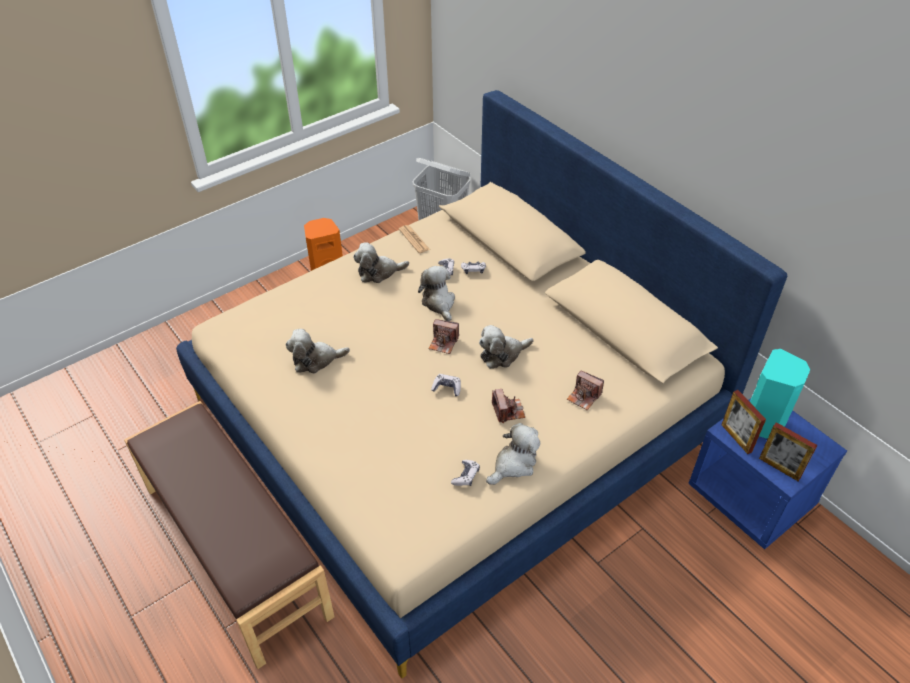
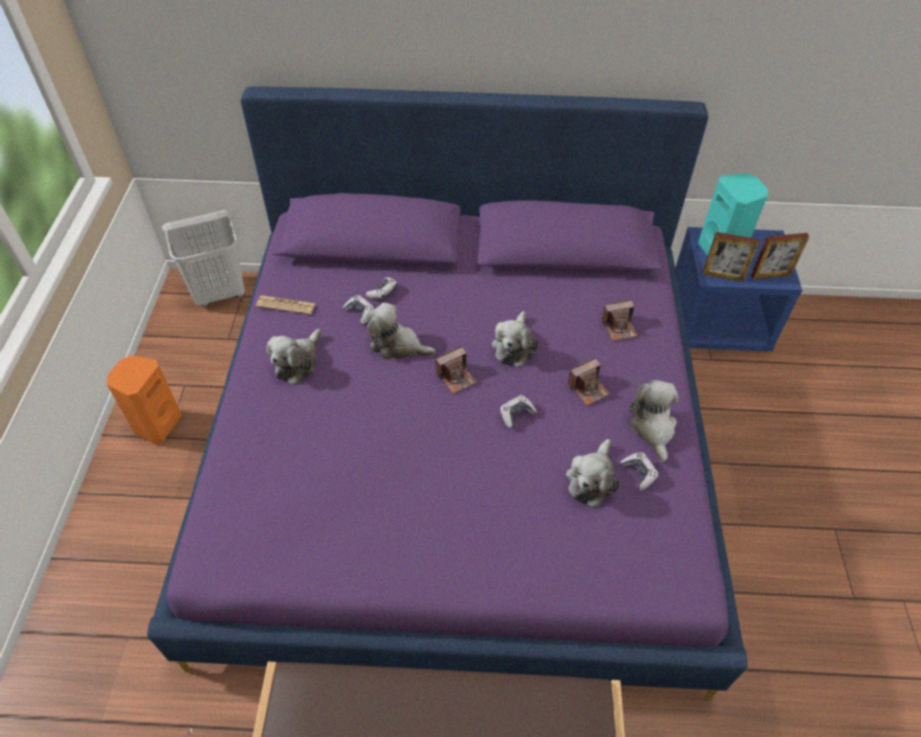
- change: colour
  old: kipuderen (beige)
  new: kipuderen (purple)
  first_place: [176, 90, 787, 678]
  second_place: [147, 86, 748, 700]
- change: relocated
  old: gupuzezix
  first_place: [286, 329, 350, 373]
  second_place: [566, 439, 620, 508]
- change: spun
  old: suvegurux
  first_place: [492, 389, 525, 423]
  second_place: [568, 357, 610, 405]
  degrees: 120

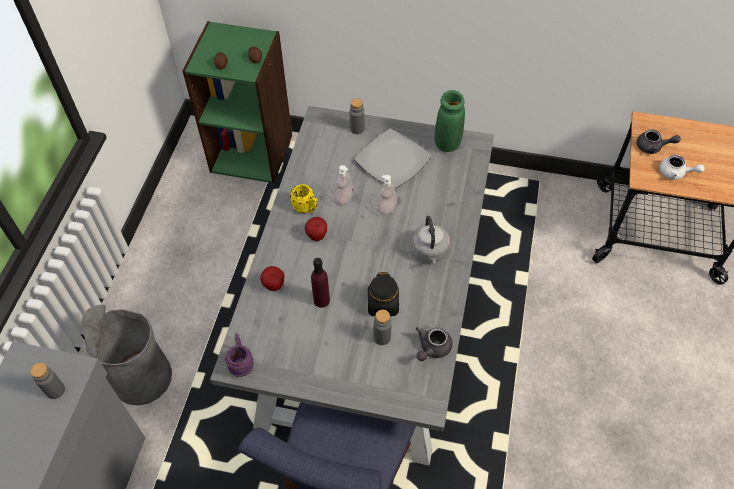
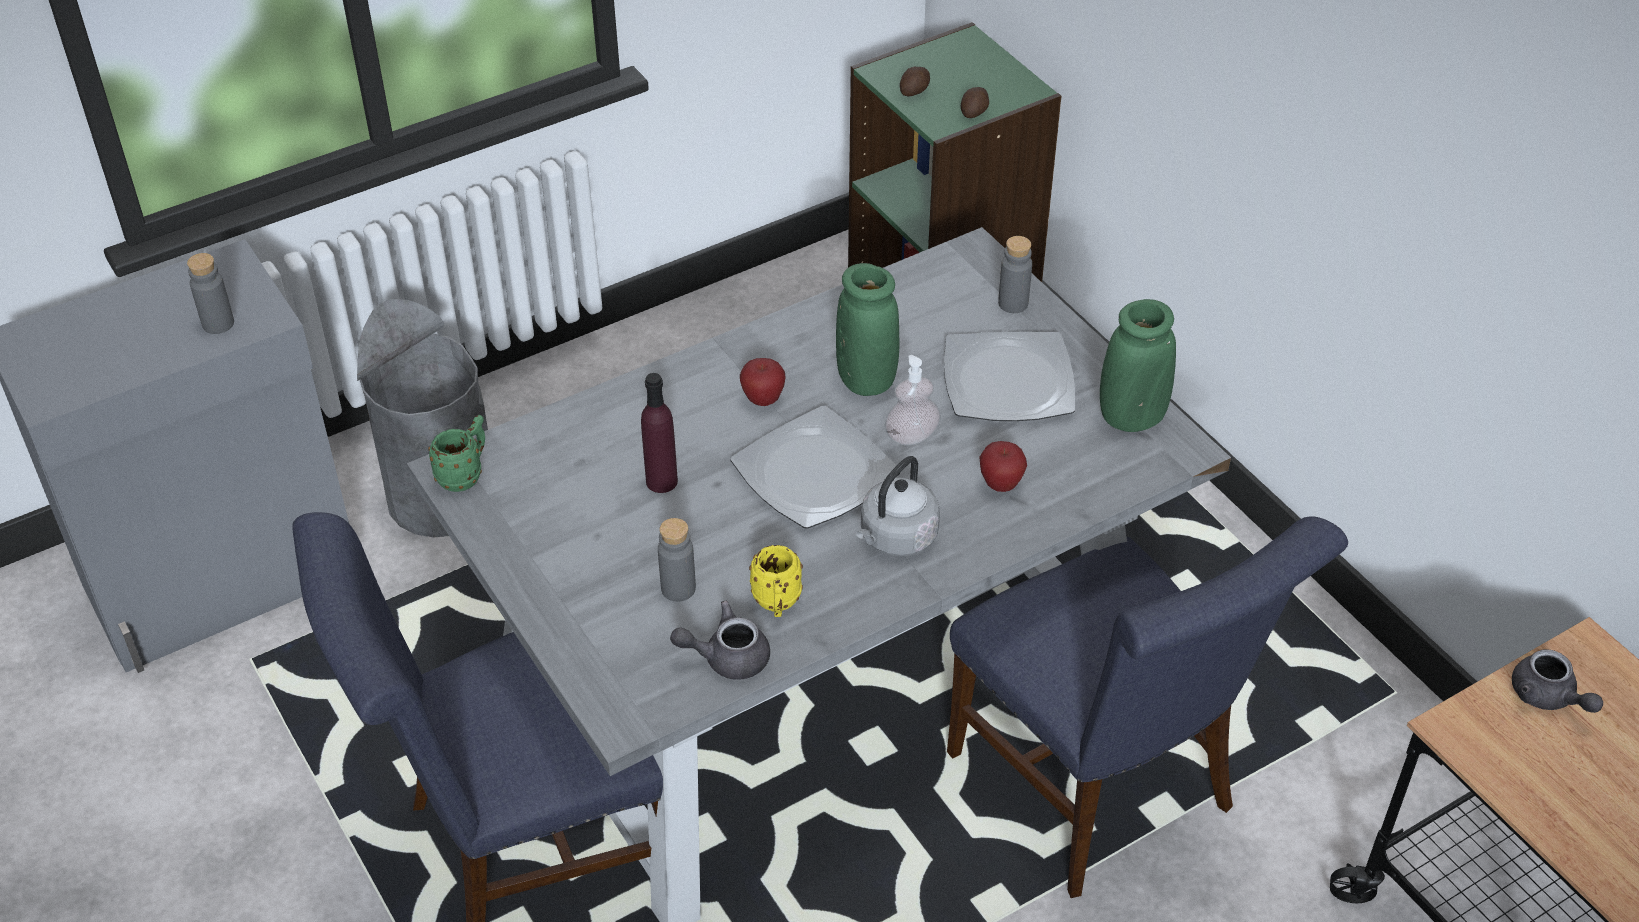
- change: colour
  old: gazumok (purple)
  new: gazumok (green)
  first_place: [225, 333, 254, 377]
  second_place: [428, 415, 485, 492]
- change: appeared
  new: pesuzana
  second_place: [731, 406, 900, 529]
- change: relocated
  old: gazumok (yellow)
  first_place: [290, 184, 317, 213]
  second_place: [749, 545, 803, 617]
- change: exchanged
  old: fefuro
  new: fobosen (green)
  first_place: [333, 165, 354, 206]
  second_place: [836, 263, 899, 396]
- change: appeared
  new: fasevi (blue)
  second_place: [947, 516, 1348, 898]
- change: relocated
  old: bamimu
  first_place: [260, 266, 285, 291]
  second_place: [979, 441, 1027, 492]
- change: missing
  old: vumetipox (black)
  first_place: [368, 272, 399, 316]
- change: missing
  old: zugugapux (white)
  first_place: [659, 155, 705, 180]

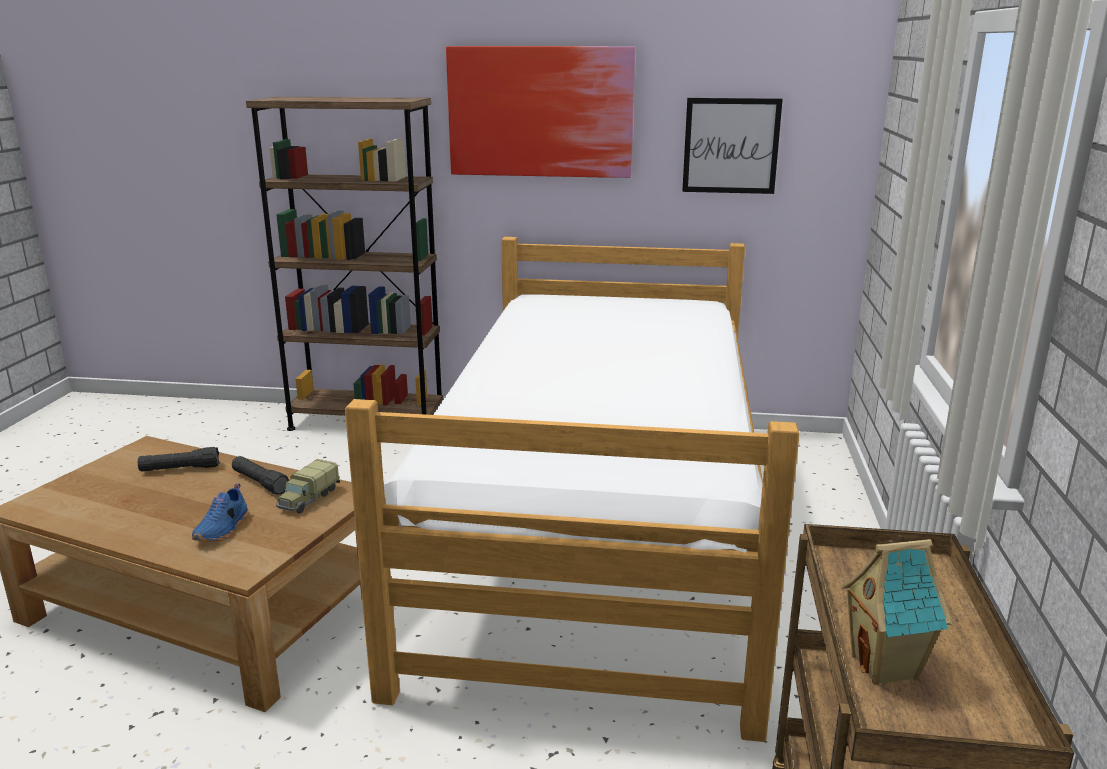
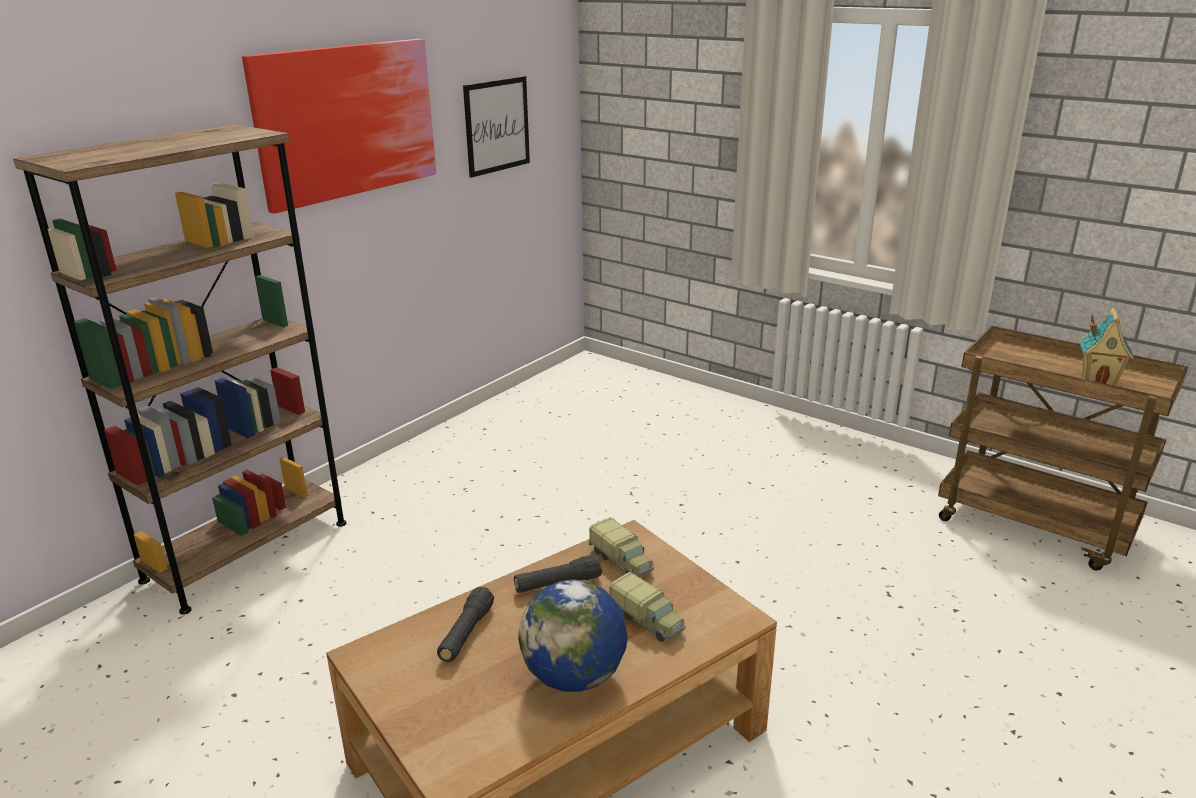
- change: appeared
  new: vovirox
  second_place: [518, 579, 628, 692]
- change: exchanged
  old: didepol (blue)
  new: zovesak
  first_place: [192, 483, 248, 542]
  second_place: [609, 572, 686, 642]
- change: missing
  old: kipuderen
  first_place: [345, 237, 800, 742]

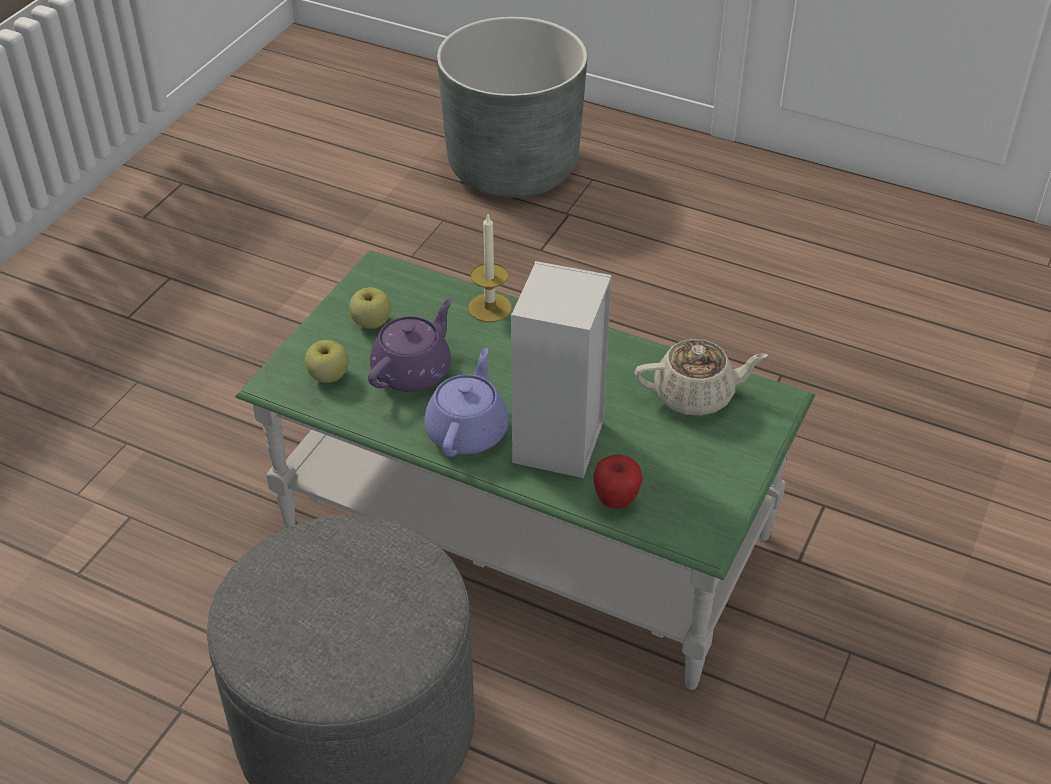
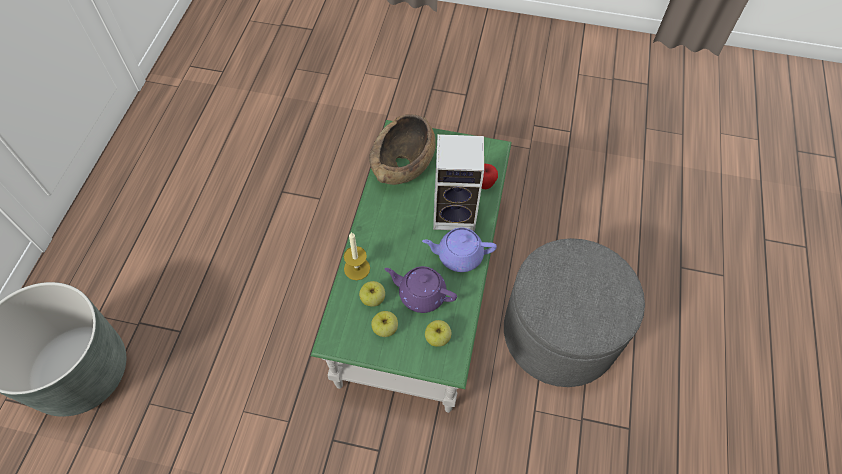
- change: appeared
  new: bamimu
  second_place: [359, 281, 385, 307]
- change: exchanged
  old: zugugapux (beige)
  new: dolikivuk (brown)
  first_place: [634, 339, 768, 416]
  second_place: [369, 114, 436, 185]

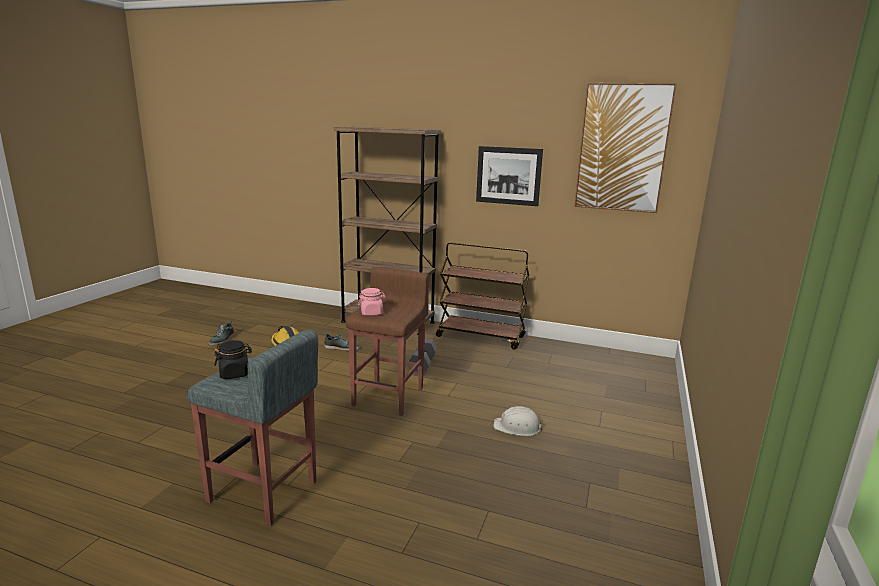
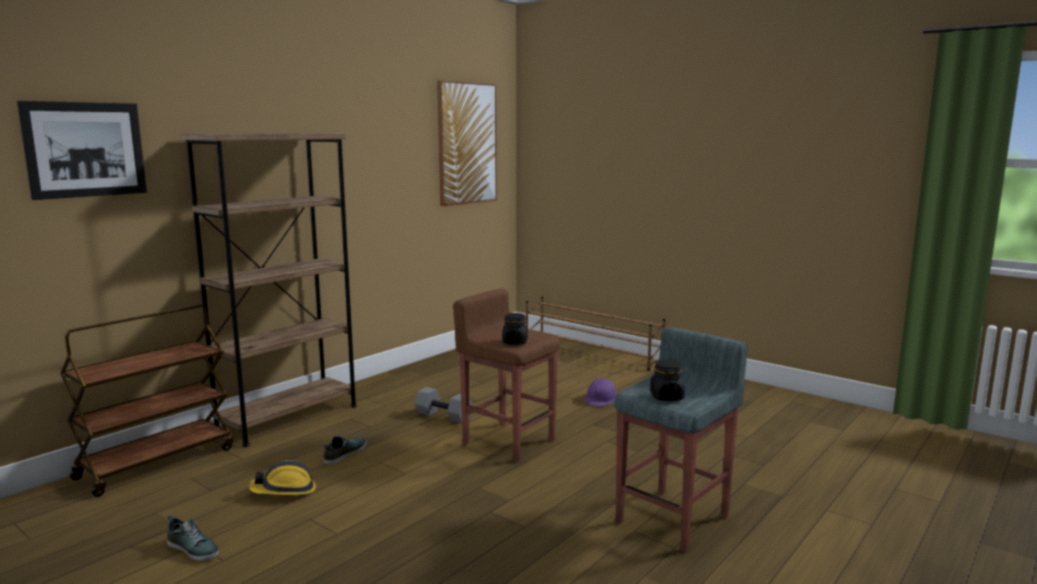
- change: relocated
  old: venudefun
  first_place: [476, 146, 543, 206]
  second_place: [17, 101, 147, 200]
- change: relocated
  old: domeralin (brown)
  first_place: [436, 242, 529, 349]
  second_place: [60, 305, 233, 497]
- change: colour
  old: vumetipox (pink)
  new: vumetipox (black)
  first_place: [358, 288, 385, 315]
  second_place: [502, 313, 528, 345]
- change: appeared
  new: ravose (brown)
  second_place: [526, 297, 666, 371]
- change: colour
  old: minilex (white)
  new: minilex (purple)
  first_place: [493, 406, 544, 436]
  second_place: [584, 378, 617, 406]

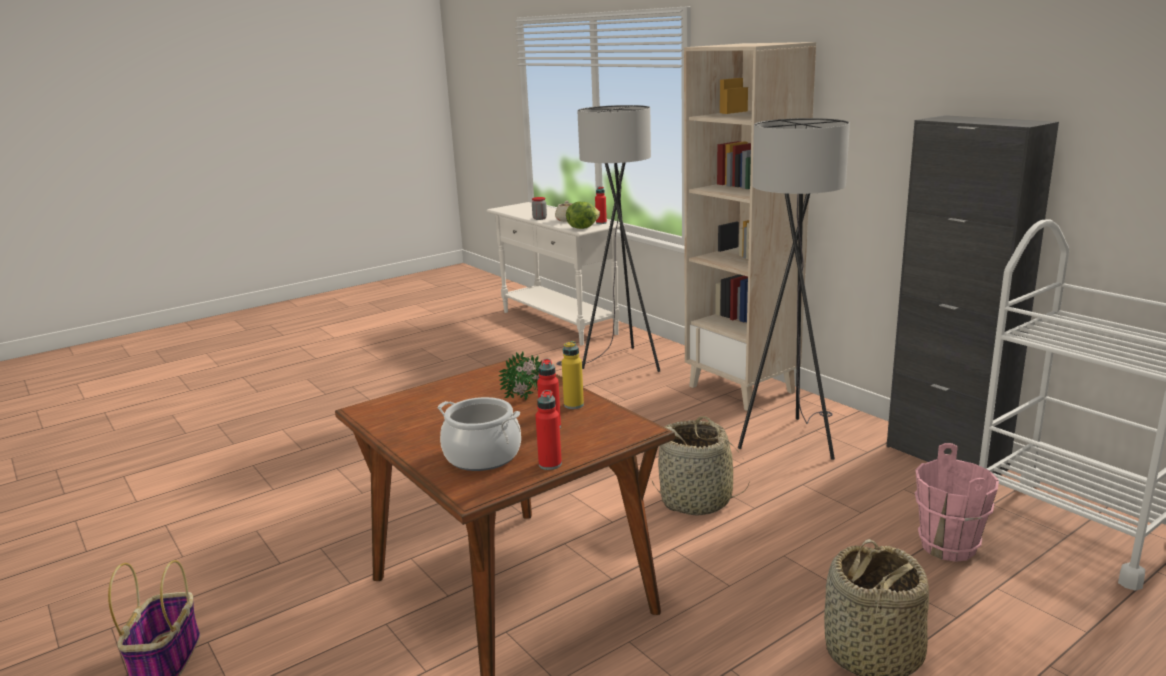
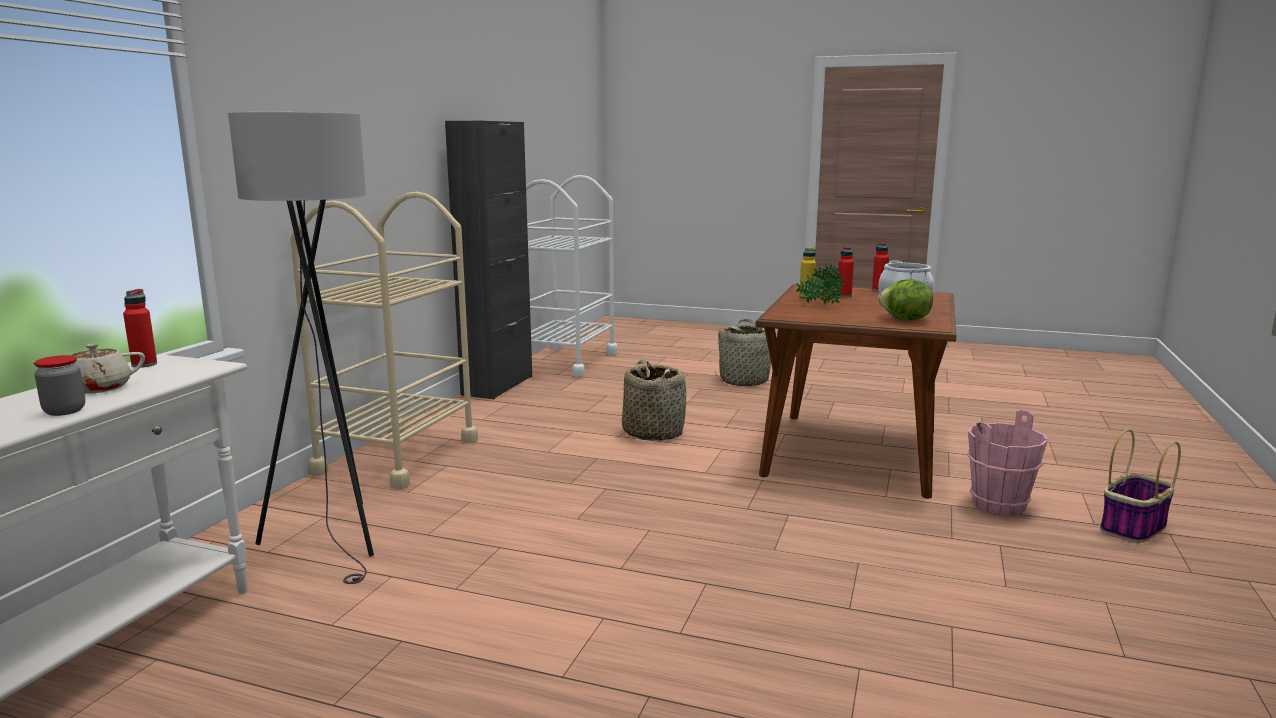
- change: exchanged
  old: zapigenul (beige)
  new: domeralin (beige)
  first_place: [684, 42, 816, 411]
  second_place: [290, 192, 478, 489]
- change: relocated
  old: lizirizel
  first_place: [566, 202, 600, 229]
  second_place: [878, 280, 933, 321]
- change: relocated
  old: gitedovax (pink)
  first_place: [915, 443, 999, 562]
  second_place: [967, 410, 1048, 516]
- change: missing
  old: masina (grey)
  first_place: [738, 118, 850, 460]

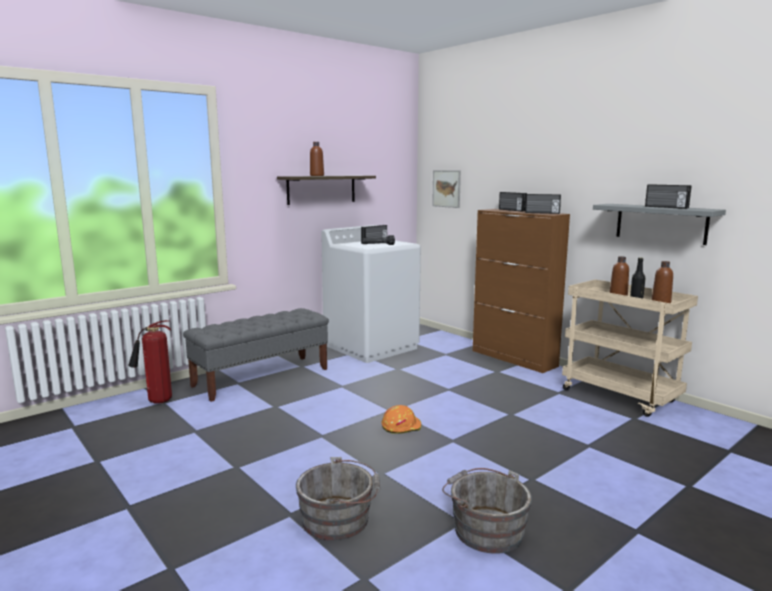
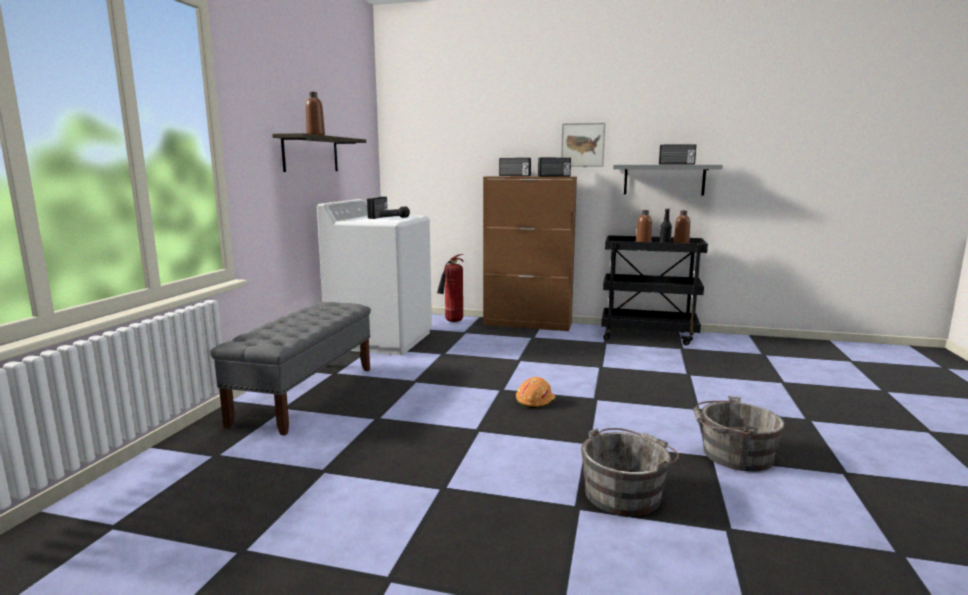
- change: relocated
  old: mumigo
  first_place: [128, 320, 172, 404]
  second_place: [437, 254, 464, 322]
- change: relocated
  old: venudefun
  first_place: [432, 170, 461, 208]
  second_place: [561, 123, 605, 167]
- change: colour
  old: domeralin (beige)
  new: domeralin (black)
  first_place: [562, 279, 698, 417]
  second_place: [601, 235, 708, 345]

